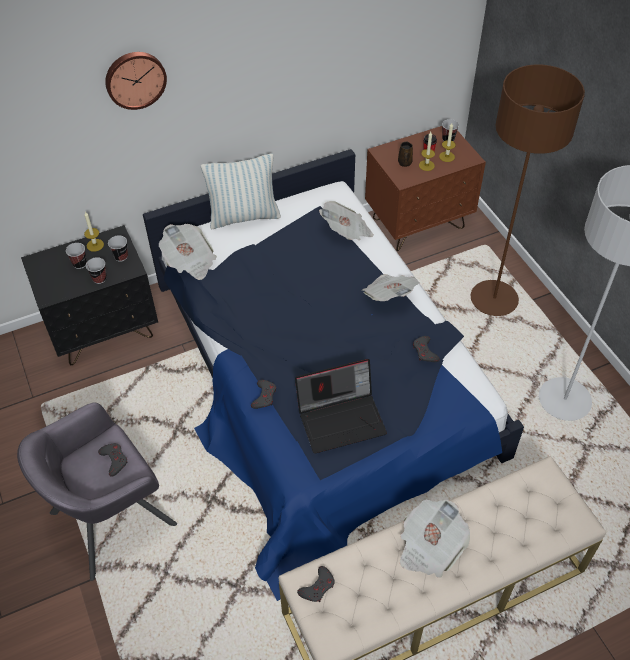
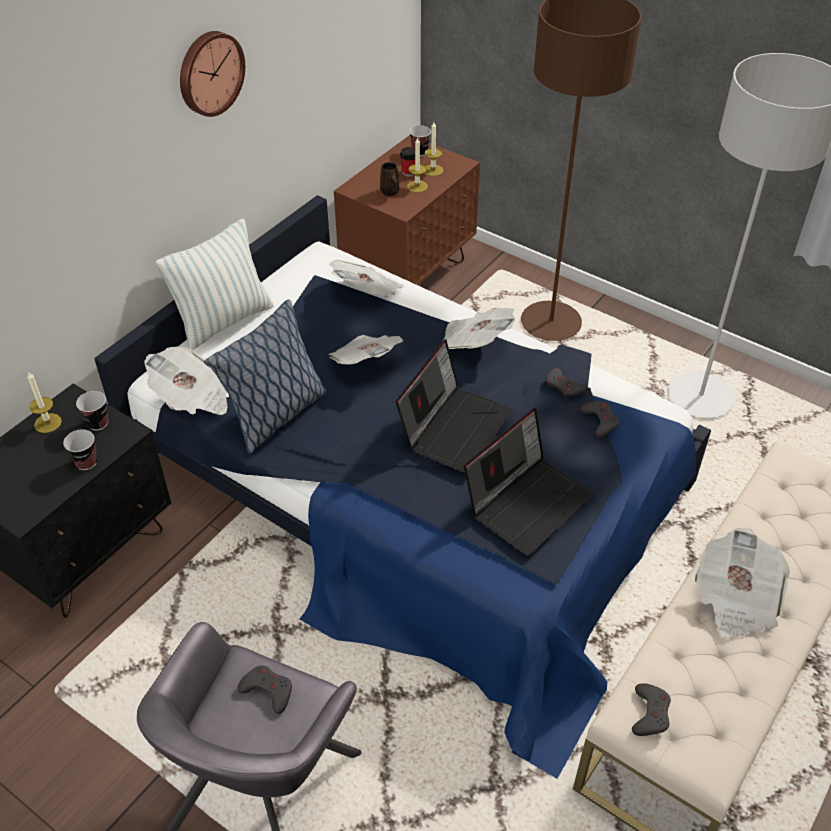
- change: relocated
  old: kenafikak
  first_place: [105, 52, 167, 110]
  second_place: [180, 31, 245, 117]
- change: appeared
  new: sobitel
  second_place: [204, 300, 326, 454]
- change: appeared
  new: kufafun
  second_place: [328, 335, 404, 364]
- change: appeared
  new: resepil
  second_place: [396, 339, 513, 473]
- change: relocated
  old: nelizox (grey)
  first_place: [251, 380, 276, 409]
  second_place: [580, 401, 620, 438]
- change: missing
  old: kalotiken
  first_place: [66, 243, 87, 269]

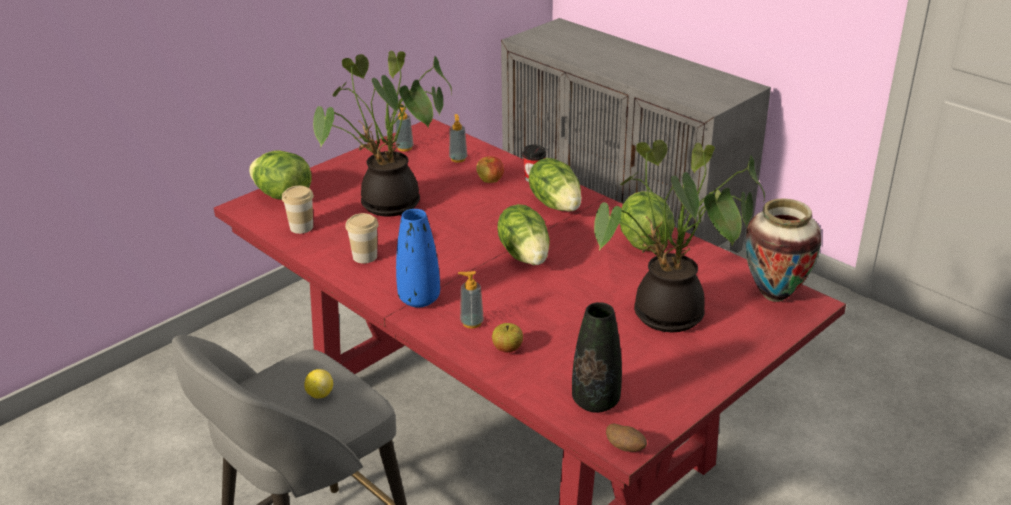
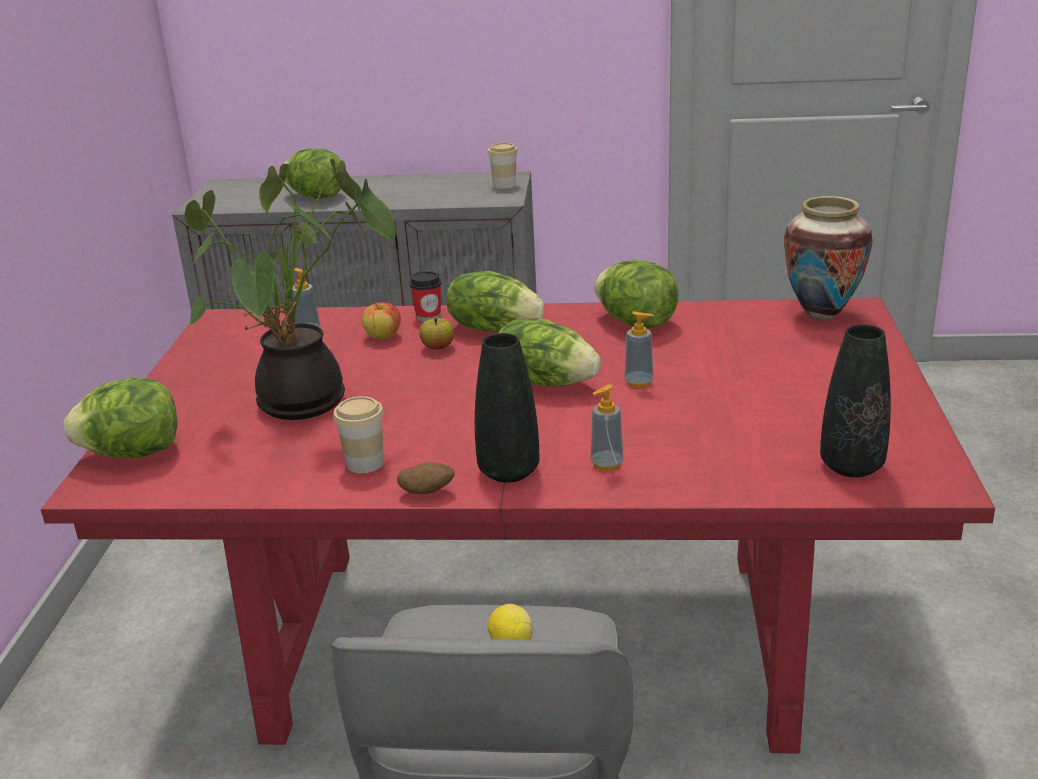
- change: appeared
  new: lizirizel
  second_place: [284, 148, 341, 199]
- change: relocated
  old: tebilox
  first_place: [606, 424, 647, 452]
  second_place: [397, 462, 454, 494]
- change: relocated
  old: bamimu
  first_place: [492, 323, 523, 353]
  second_place: [419, 318, 454, 349]
- change: colour
  old: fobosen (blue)
  new: fobosen (black)
  first_place: [396, 209, 440, 308]
  second_place: [475, 333, 539, 483]
- change: relocated
  old: kalotiken
  first_place: [282, 186, 314, 234]
  second_place: [488, 143, 518, 189]
- change: relocated
  old: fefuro
  first_place: [395, 104, 414, 152]
  second_place: [624, 311, 654, 388]
- change: missing
  old: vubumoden
  first_place: [594, 140, 765, 332]

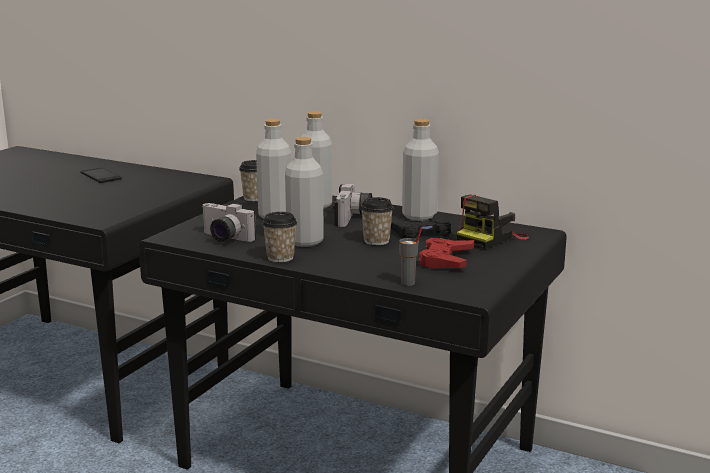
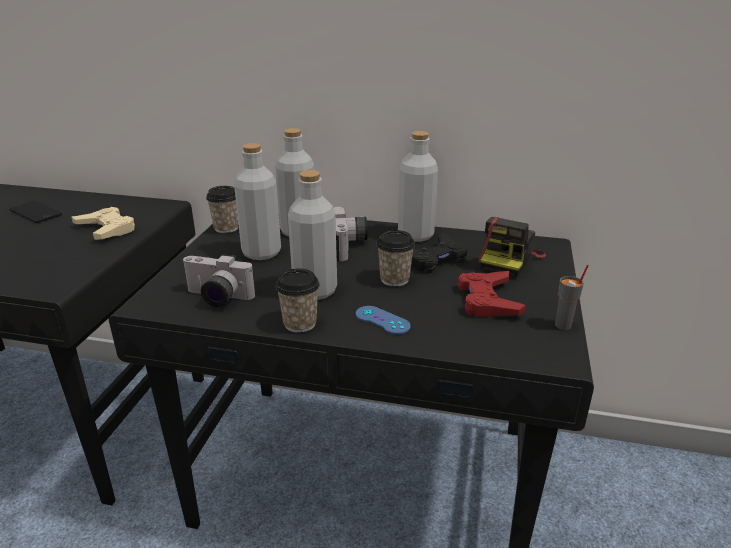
- change: appeared
  new: nelizox (beige)
  second_place: [71, 207, 135, 240]
- change: appeared
  new: nelizox (blue)
  second_place: [356, 306, 411, 335]
- change: relocated
  old: kalotiken (grey)
  first_place: [399, 227, 422, 286]
  second_place: [555, 265, 589, 330]

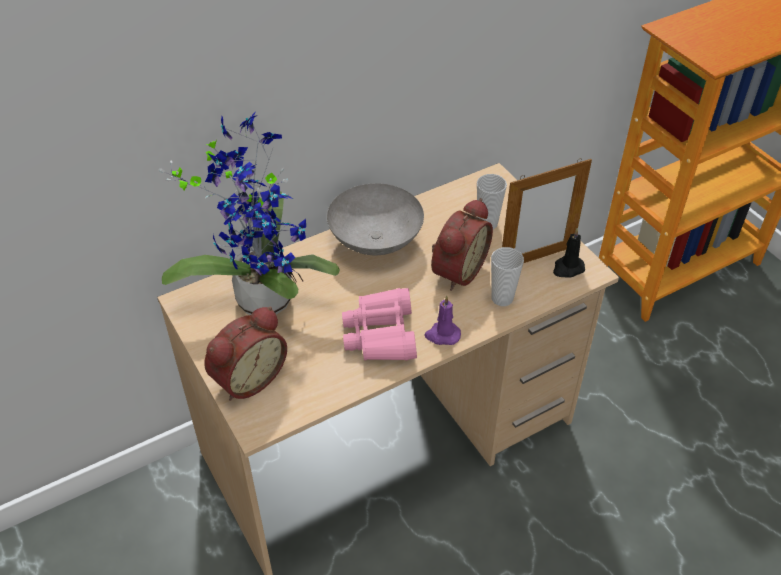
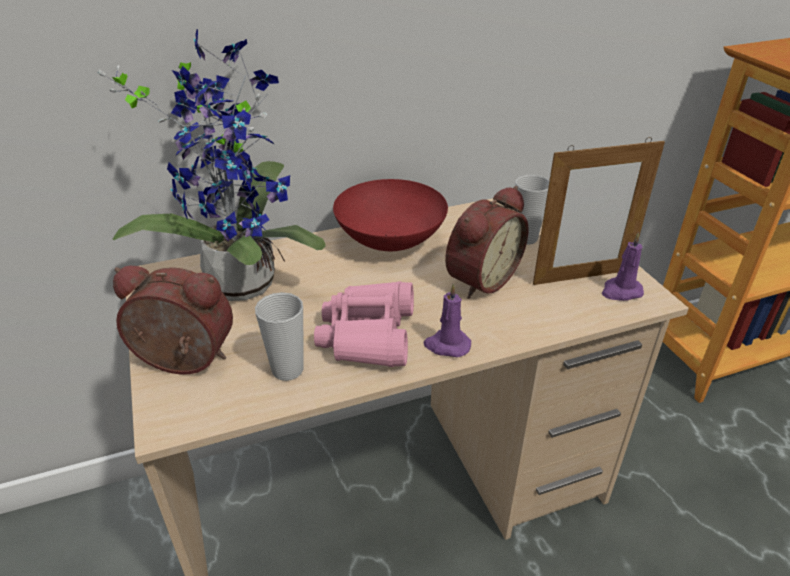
- change: spun
  old: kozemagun
  first_place: [204, 306, 287, 401]
  second_place: [113, 266, 233, 375]
  degrees: -135
- change: relocated
  old: kalotiken
  first_place: [491, 247, 524, 306]
  second_place: [255, 292, 304, 381]
- change: colour
  old: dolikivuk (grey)
  new: dolikivuk (red)
  first_place: [327, 183, 424, 255]
  second_place: [333, 179, 448, 251]
- change: colour
  old: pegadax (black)
  new: pegadax (purple)
  first_place: [553, 228, 585, 278]
  second_place: [602, 232, 644, 301]

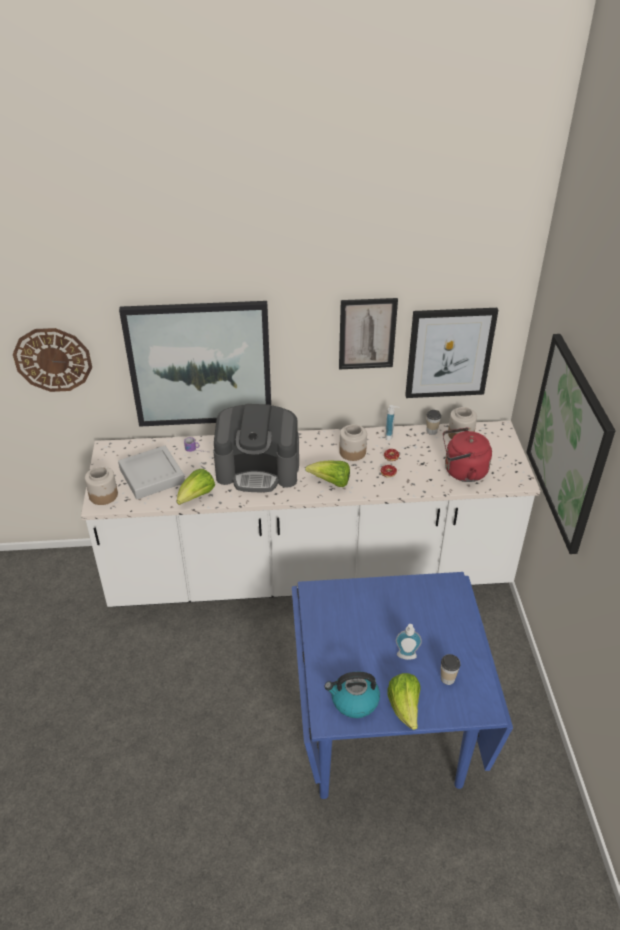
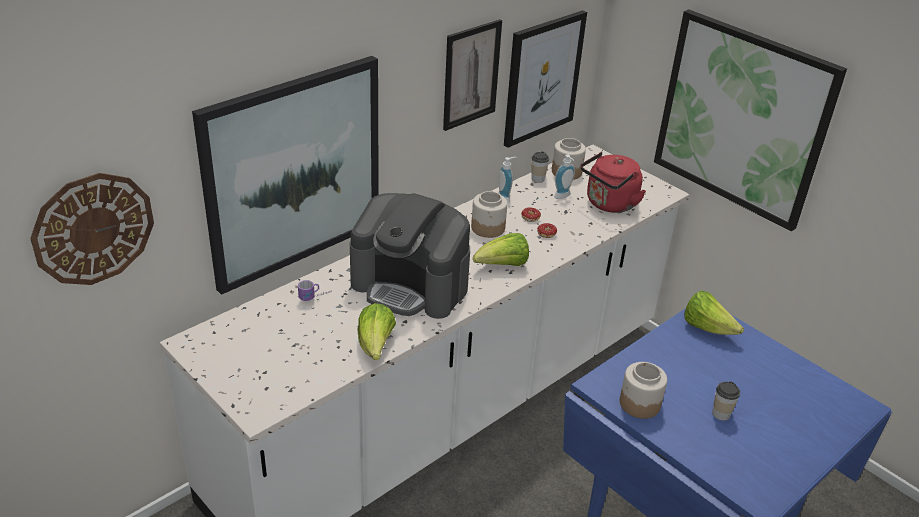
- change: spun
  old: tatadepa
  first_place: [213, 404, 299, 492]
  second_place: [350, 193, 470, 319]
  degrees: 60
- change: relocated
  old: fefuro
  first_place: [396, 624, 422, 660]
  second_place: [554, 155, 575, 199]
- change: relocated
  old: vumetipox
  first_place: [85, 466, 118, 505]
  second_place: [620, 362, 667, 419]
- change: relocated
  old: lizirizel
  first_place: [387, 673, 421, 730]
  second_place: [684, 291, 744, 335]
- change: relocated
  old: kalotiken
  first_place: [441, 654, 460, 685]
  second_place: [712, 381, 740, 421]
- change: missing
  old: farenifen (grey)
  first_place: [118, 446, 185, 499]
- change: missing
  old: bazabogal
  first_place: [324, 672, 380, 718]

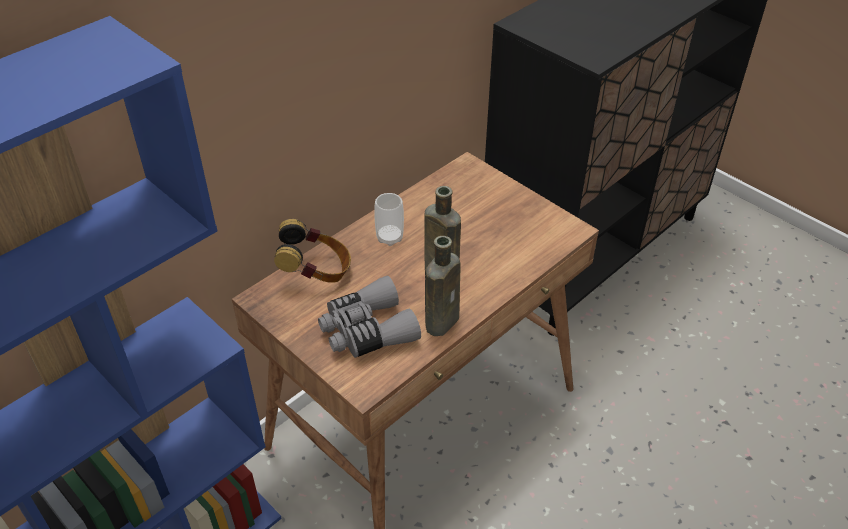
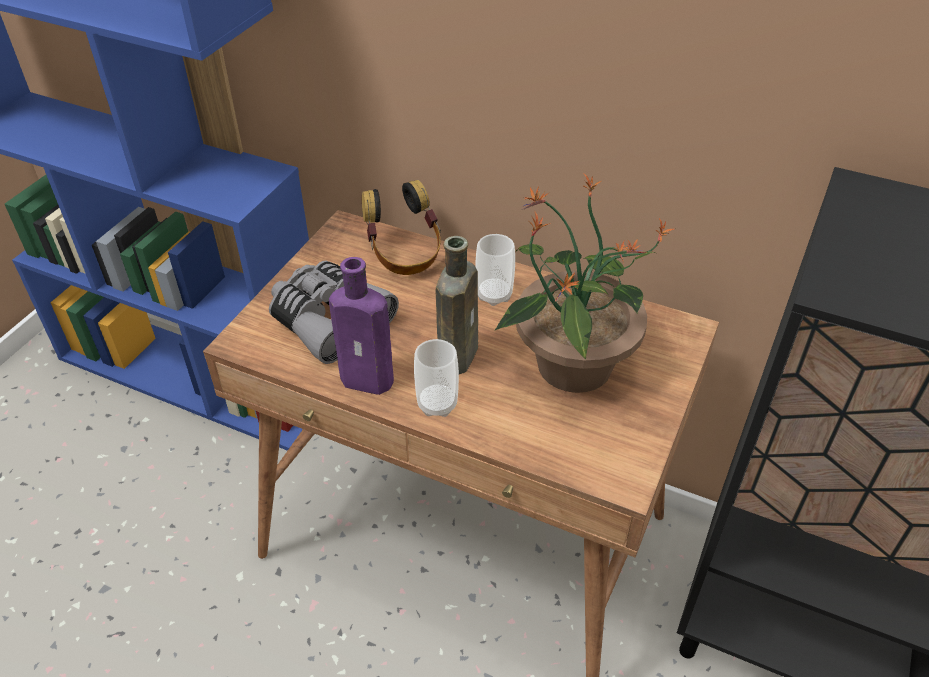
- change: colour
  old: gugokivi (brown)
  new: gugokivi (purple)
  first_place: [425, 236, 461, 336]
  second_place: [329, 257, 394, 395]
- change: appeared
  new: kalotiken
  second_place: [414, 339, 459, 417]
- change: appeared
  new: vubumoden
  second_place: [495, 174, 674, 393]

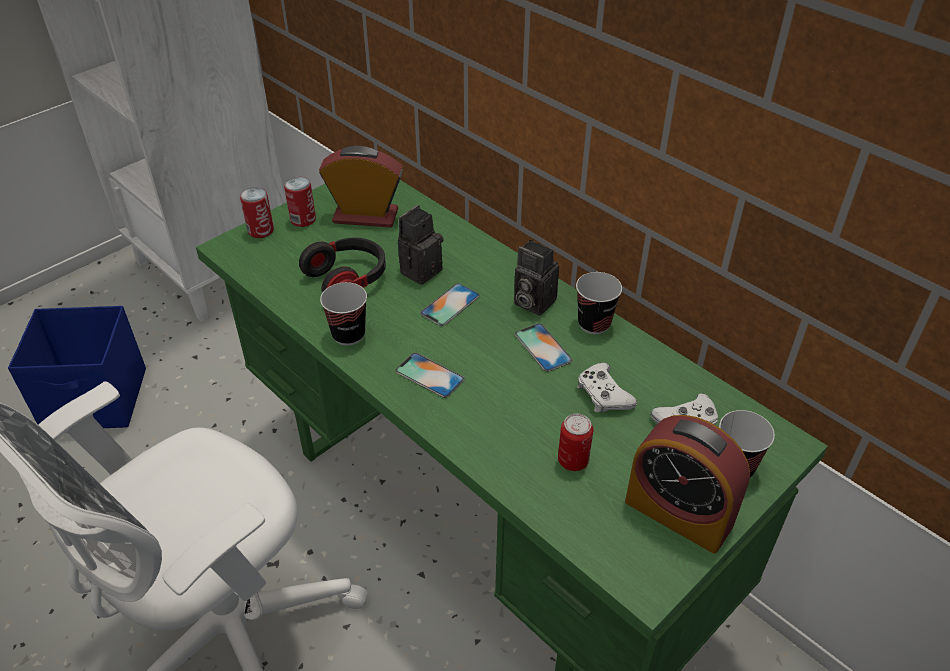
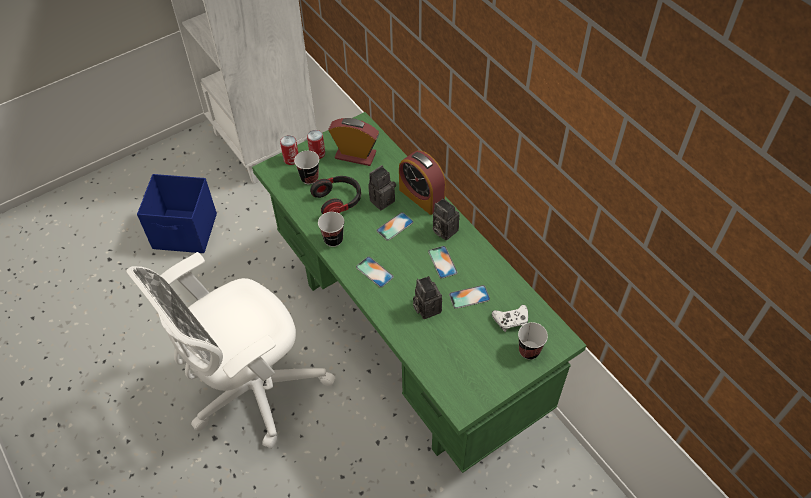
- change: relocated
  old: kalotiken
  first_place: [576, 272, 622, 334]
  second_place: [294, 151, 319, 184]
- change: relocated
  old: kozemagun
  first_place: [625, 415, 750, 554]
  second_place: [399, 150, 446, 215]
- change: appeared
  new: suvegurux
  second_place: [413, 276, 442, 319]
- change: exchanged
  old: nelizox (white)
  new: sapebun
  first_place: [577, 363, 637, 412]
  second_place: [449, 285, 490, 309]
- change: missing
  old: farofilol
  first_place: [558, 414, 593, 471]

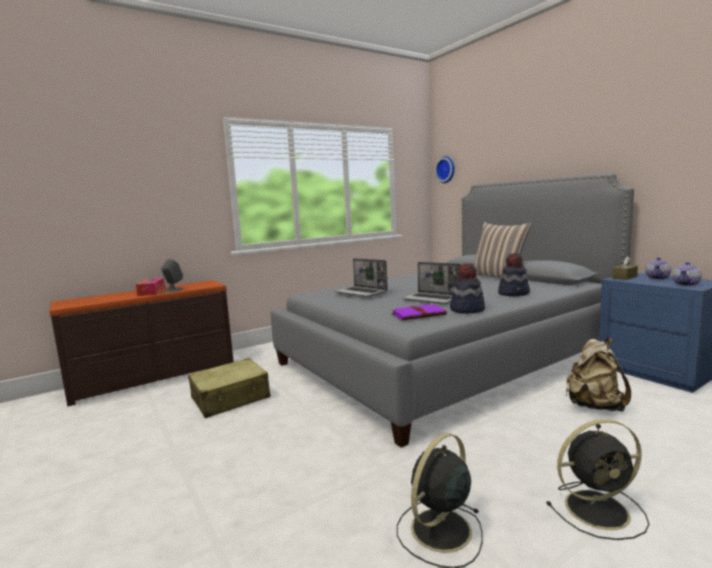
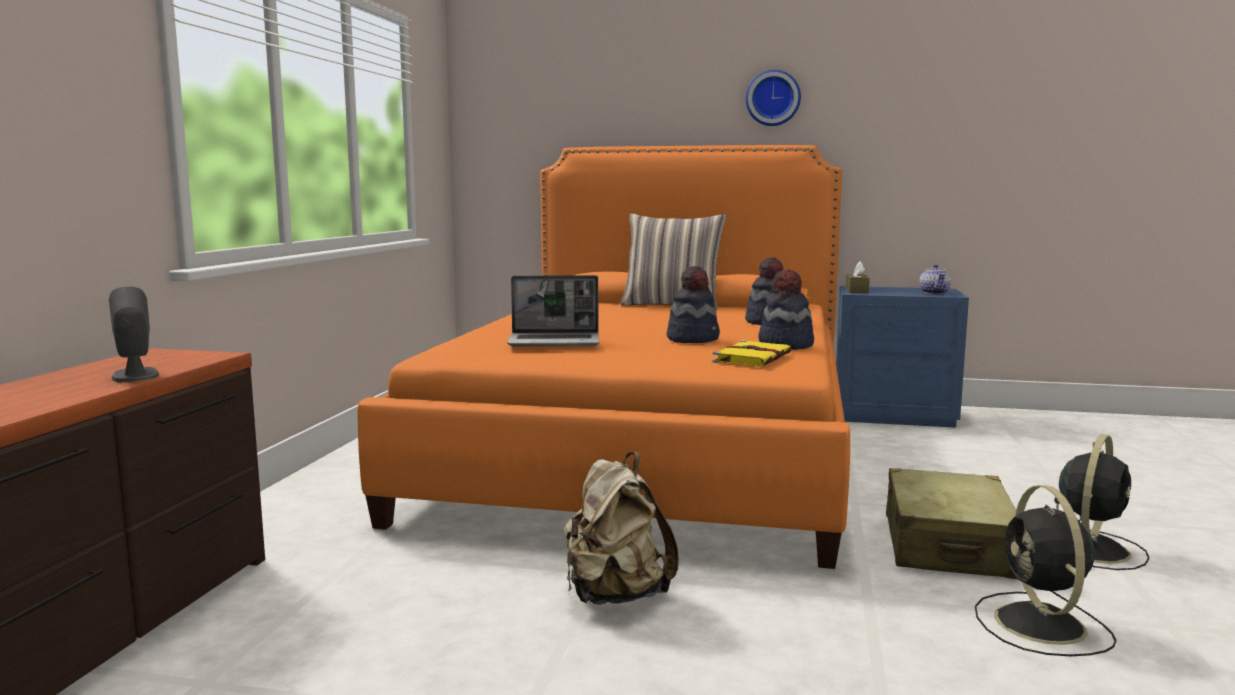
- change: colour
  old: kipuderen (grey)
  new: kipuderen (orange)
  first_place: [271, 173, 634, 447]
  second_place: [357, 145, 850, 569]
- change: relocated
  old: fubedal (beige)
  first_place: [566, 338, 631, 412]
  second_place: [563, 452, 679, 605]
- change: exchanged
  old: resepil
  new: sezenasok
  first_place: [402, 262, 461, 304]
  second_place: [667, 266, 720, 343]
- change: colour
  old: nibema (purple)
  new: nibema (yellow)
  first_place: [391, 304, 447, 320]
  second_place: [712, 340, 791, 367]
- change: relocated
  old: kenafikak
  first_place: [435, 156, 455, 183]
  second_place: [746, 70, 801, 126]
- change: relocated
  old: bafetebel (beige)
  first_place: [188, 358, 271, 418]
  second_place: [886, 468, 1017, 579]
- change: missing
  old: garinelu
  first_place: [136, 278, 165, 296]
- change: missing
  old: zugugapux
  first_place: [645, 257, 671, 279]

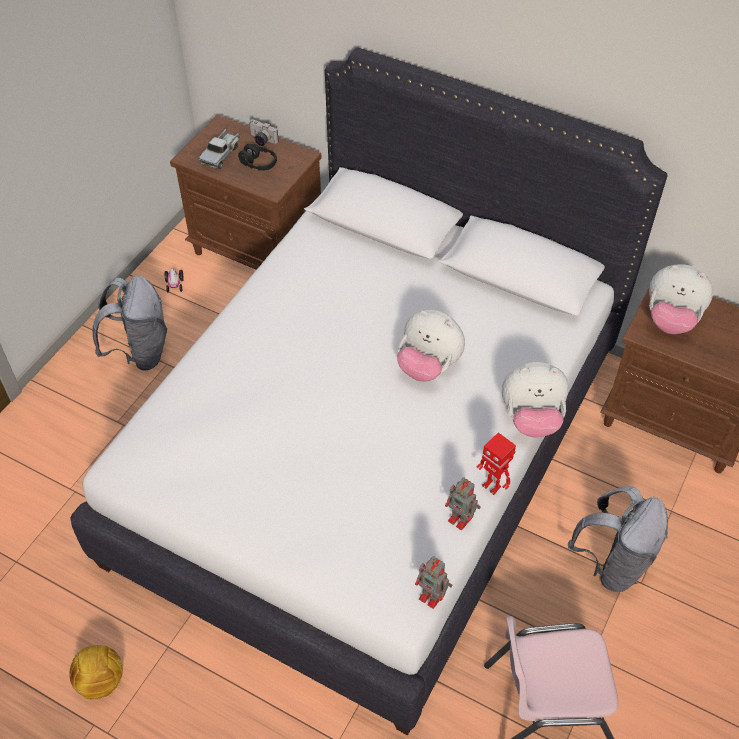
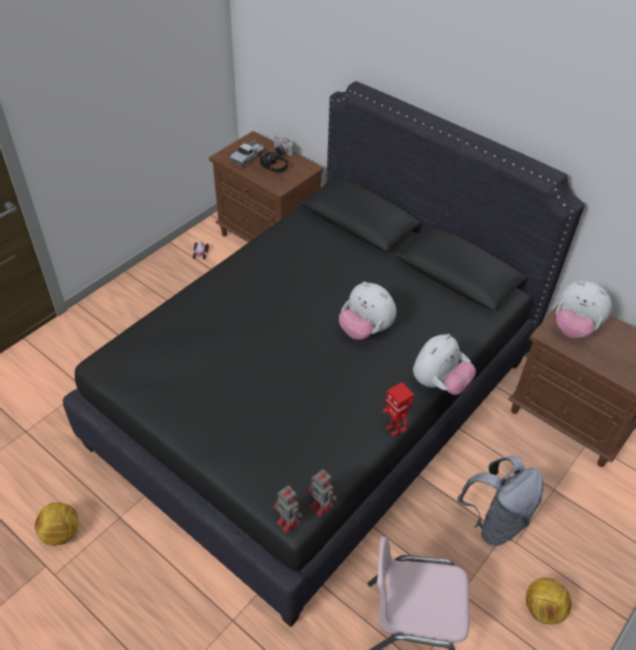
- change: colour
  old: kipuderen (white)
  new: kipuderen (black)
  first_place: [70, 48, 668, 735]
  second_place: [63, 81, 585, 627]
- change: relocated
  old: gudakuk
  first_place: [445, 477, 481, 530]
  second_place: [273, 485, 302, 533]
- change: spun
  old: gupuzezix
  first_place: [502, 362, 569, 438]
  second_place: [413, 334, 476, 395]
  degrees: -60
- change: appeared
  new: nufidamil
  second_place: [526, 578, 571, 624]
- change: missing
  old: fubedal (grey)
  first_place: [92, 276, 167, 371]

